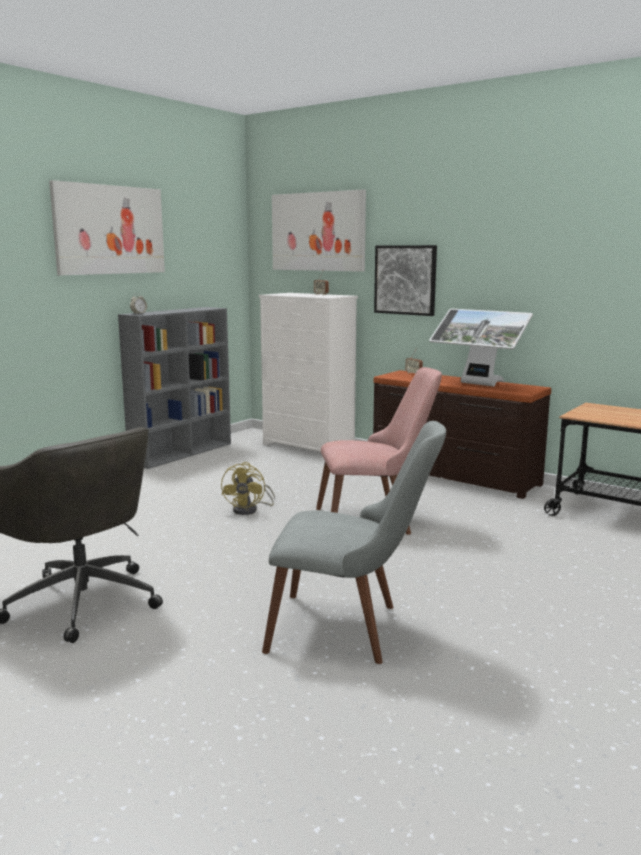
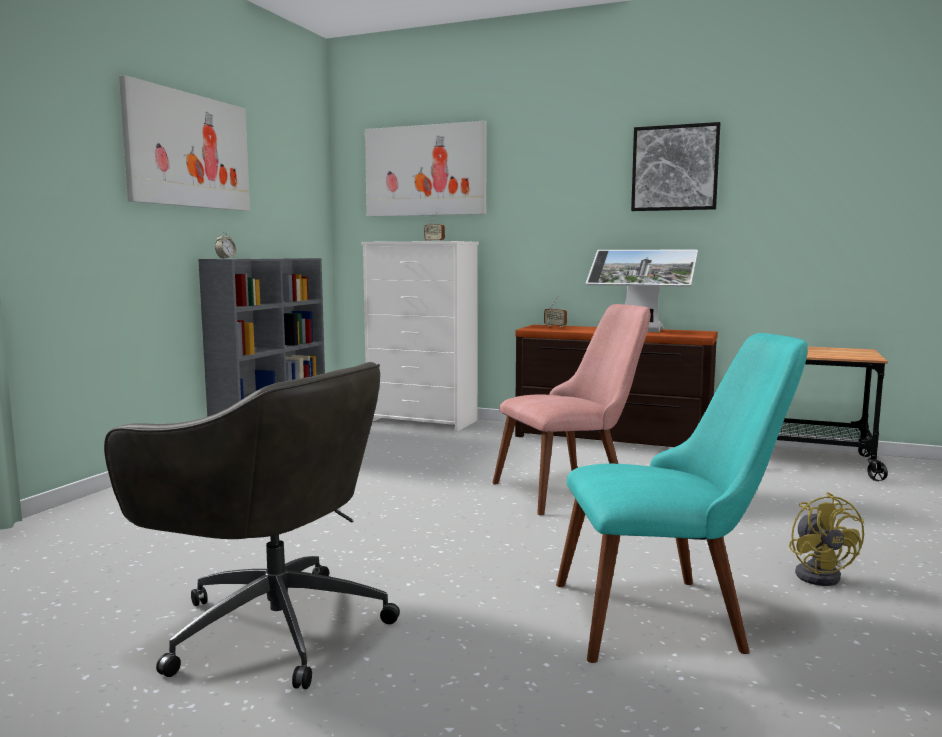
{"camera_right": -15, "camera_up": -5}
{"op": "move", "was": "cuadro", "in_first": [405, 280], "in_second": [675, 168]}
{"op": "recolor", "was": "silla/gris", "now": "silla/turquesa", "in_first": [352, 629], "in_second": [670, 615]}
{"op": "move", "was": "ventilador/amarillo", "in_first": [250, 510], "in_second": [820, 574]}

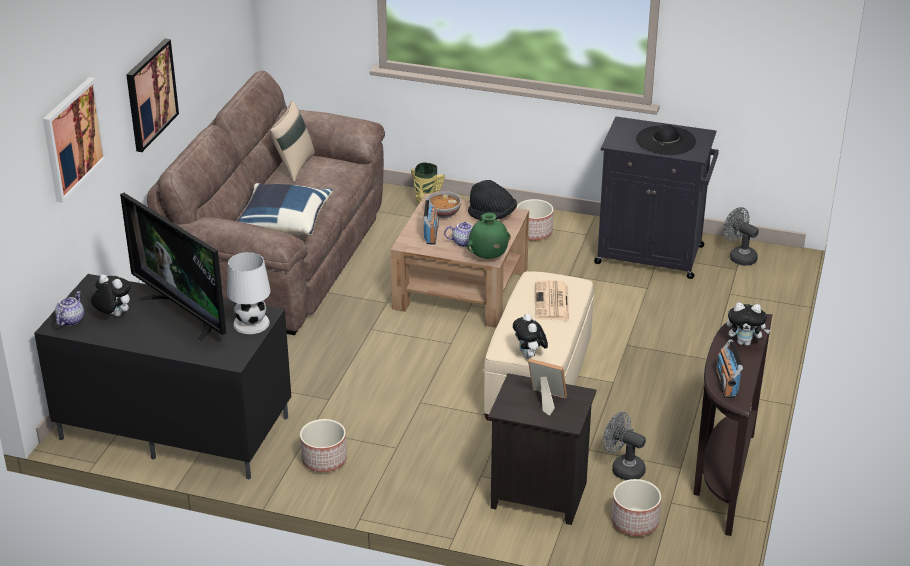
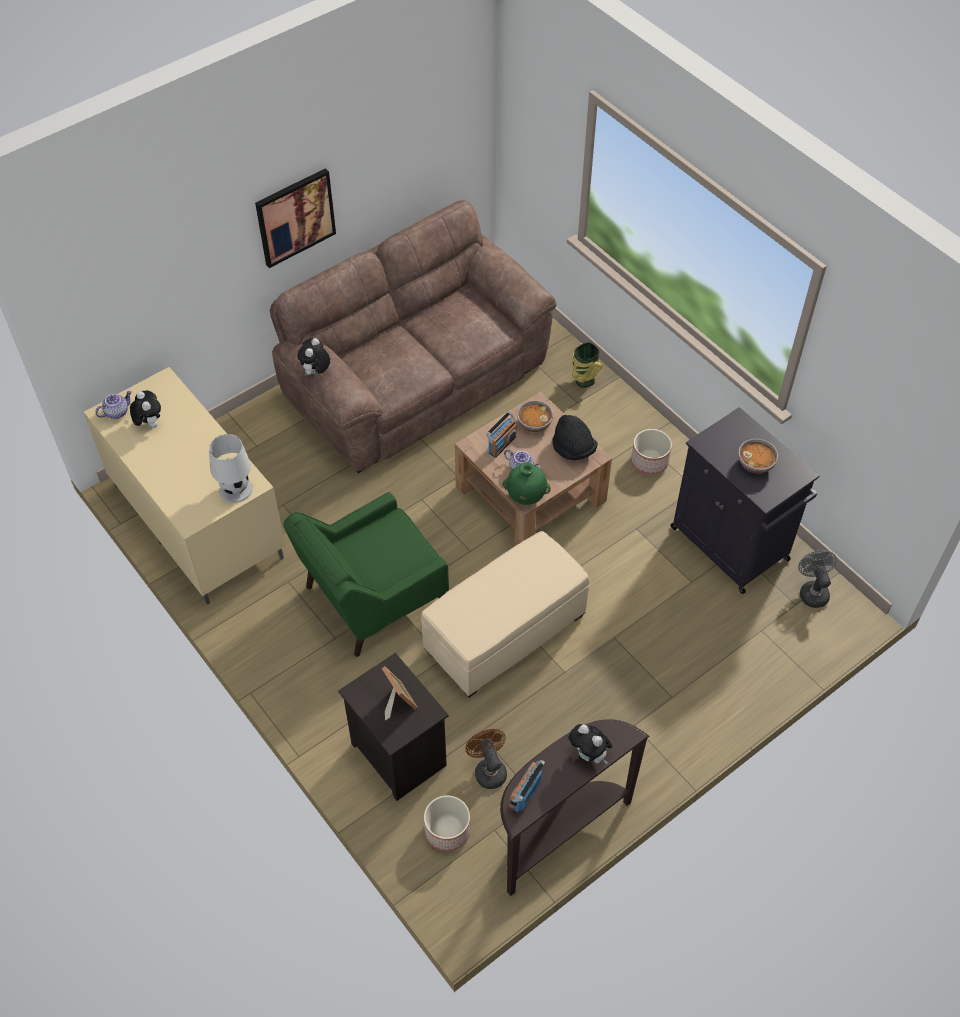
{"camera_right": 35, "camera_up": 20}
{"op": "delete", "was": "cuadro", "in_first": [72, 139]}
{"op": "delete", "was": "cojín/beis", "in_first": [294, 166]}
{"op": "replace", "was": "sombrero/negro", "now": "cuenco", "in_first": [665, 140], "in_second": [755, 464]}
{"op": "delete", "was": "cojín/azul", "in_first": [284, 223]}
{"op": "delete", "was": "televisor", "in_first": [184, 312]}
{"op": "recolor", "was": "mueble de televisión/negro", "now": "mueble de televisión/beis", "in_first": [172, 429], "in_second": [195, 521]}
{"op": "delete", "was": "periódico", "in_first": [552, 302]}
{"op": "move", "was": "peluche", "in_first": [529, 356], "in_second": [316, 372]}
{"op": "recolor", "was": "ventilador/gris", "now": "ventilador/marrón", "in_first": [623, 468], "in_second": [488, 769]}
{"op": "delete", "was": "maceta", "in_first": [324, 460]}
{"op": "insert", "now": "sillón/verde", "in_second": [372, 598]}

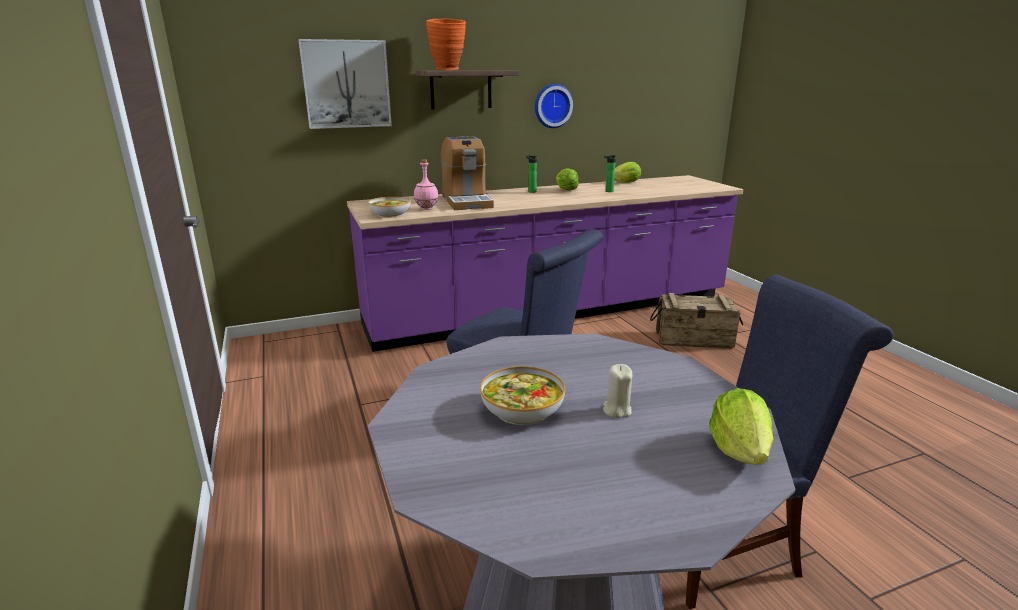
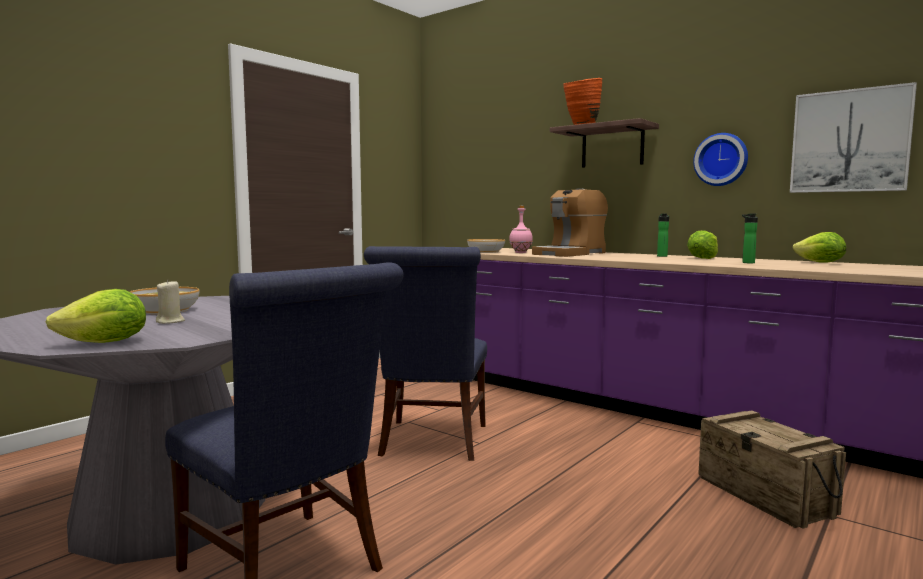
{"camera_right": 60, "camera_up": -15}
{"op": "move", "was": "cuadro", "in_first": [346, 84], "in_second": [850, 141]}

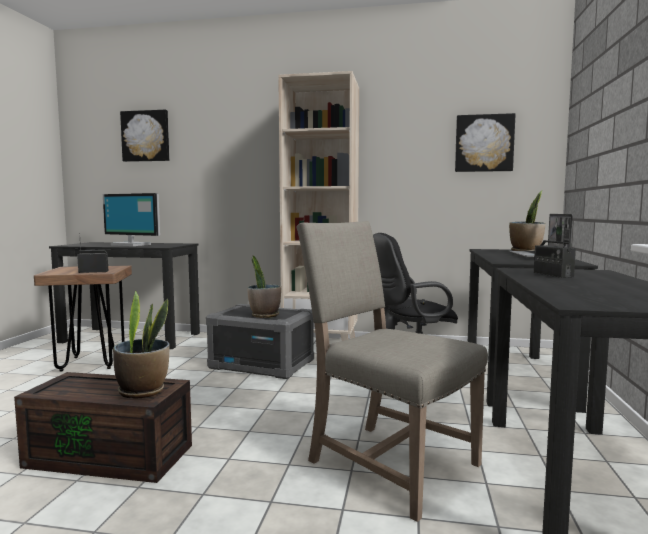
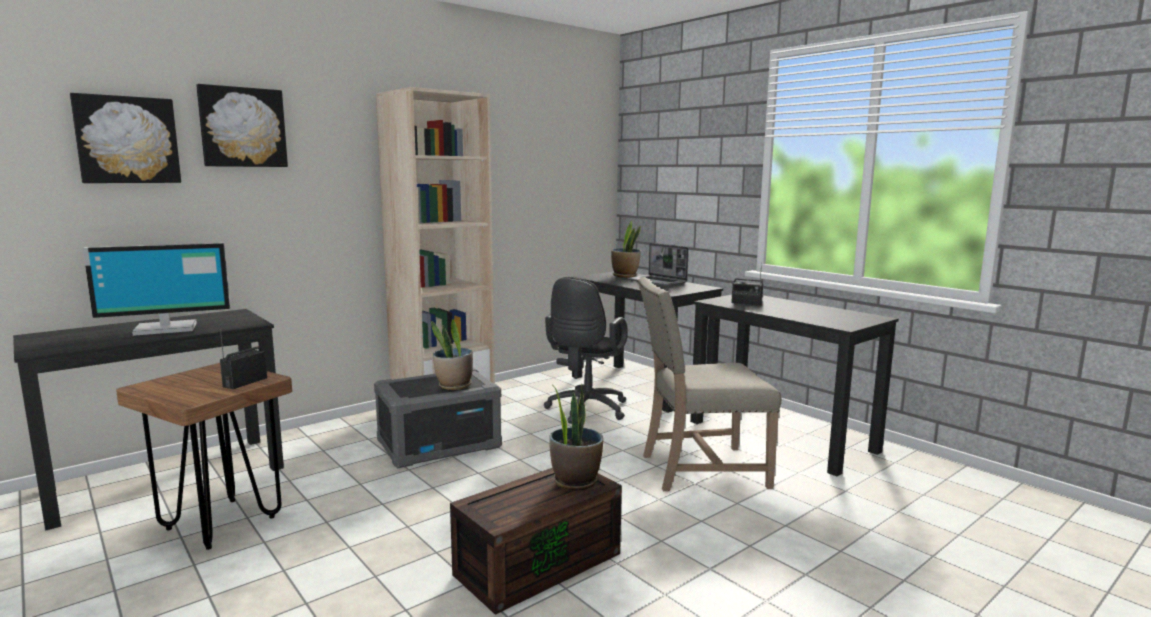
{"camera_right": -50, "camera_up": 5}
{"op": "move", "was": "cuadro", "in_first": [484, 143], "in_second": [242, 127]}

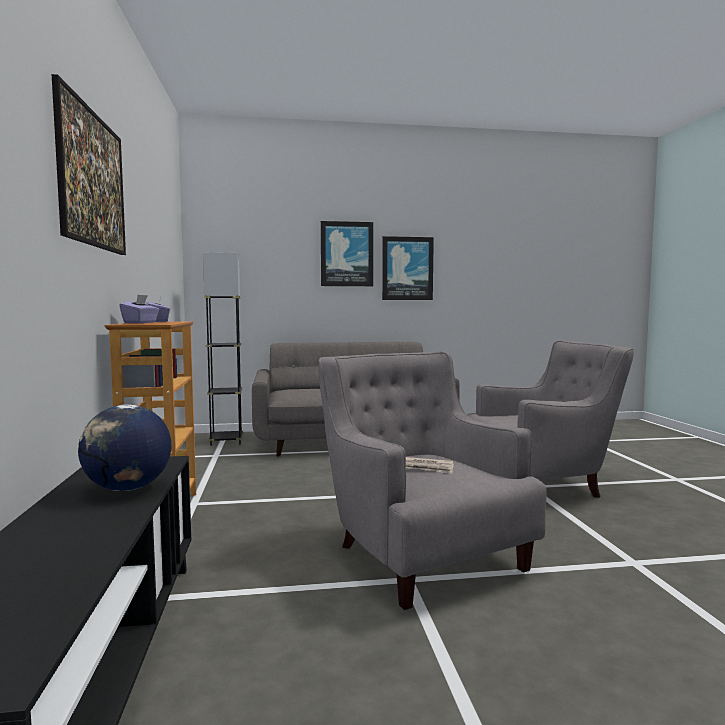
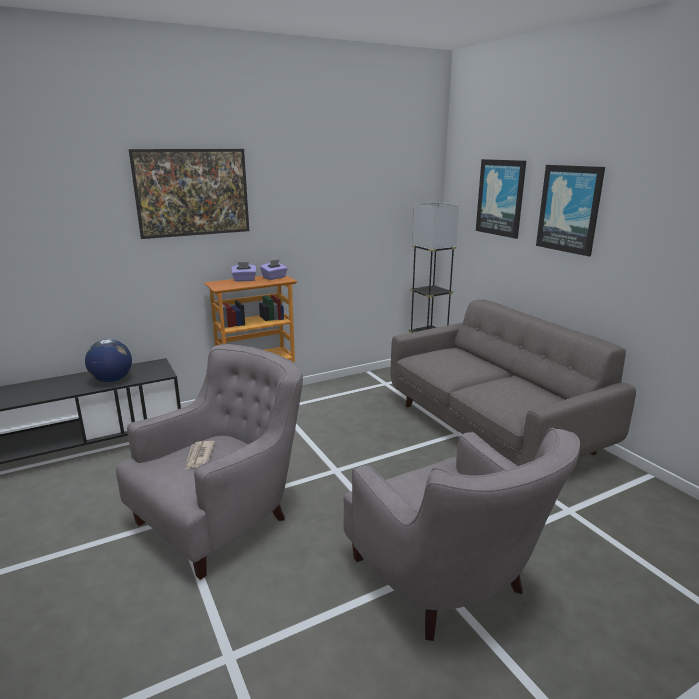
{"camera_right": 70, "camera_up": 15}
{"op": "move", "was": "cuadro", "in_first": [407, 268], "in_second": [500, 198]}

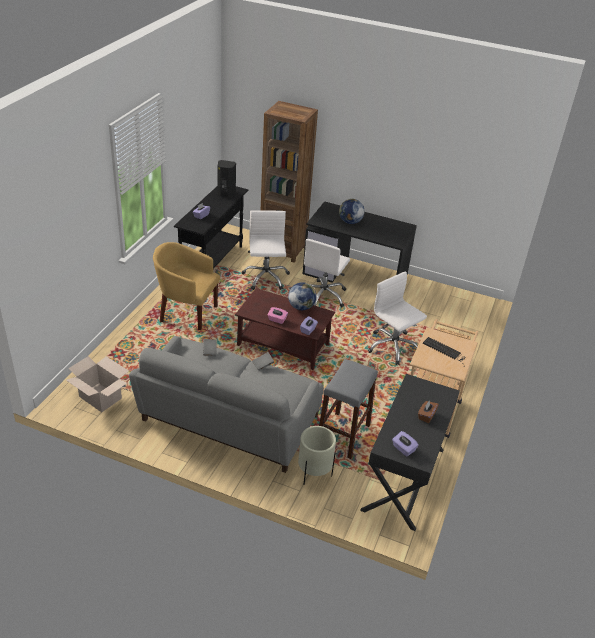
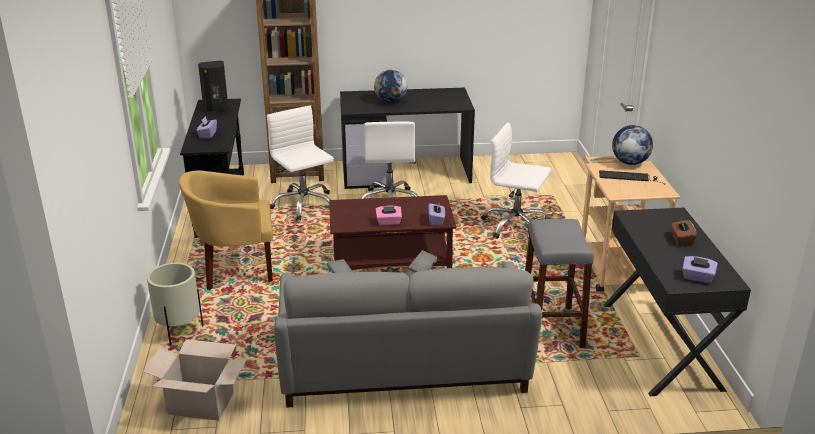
{"camera_right": -25, "camera_up": -10}
{"op": "move", "was": "globo terráqueo", "in_first": [301, 307], "in_second": [629, 162]}
{"op": "move", "was": "maceta/beis", "in_first": [314, 474], "in_second": [179, 332]}

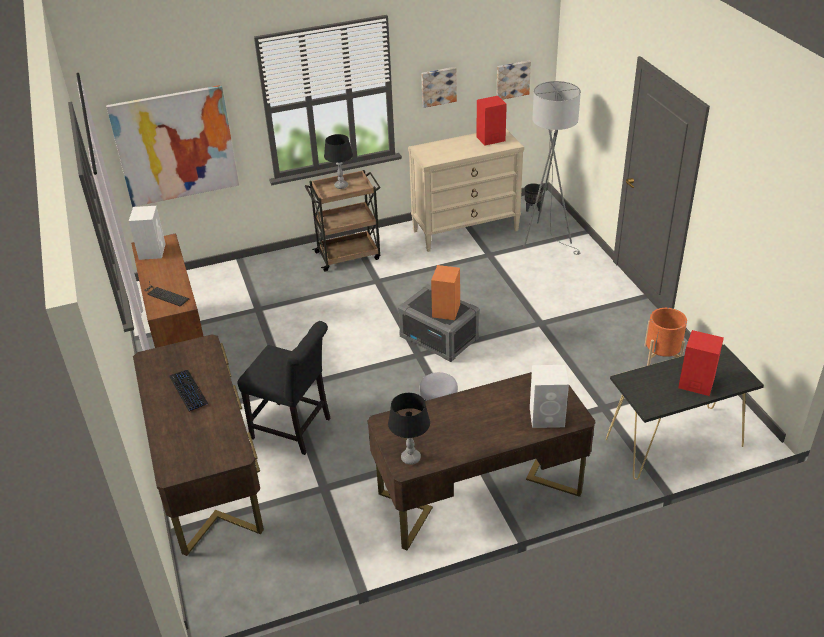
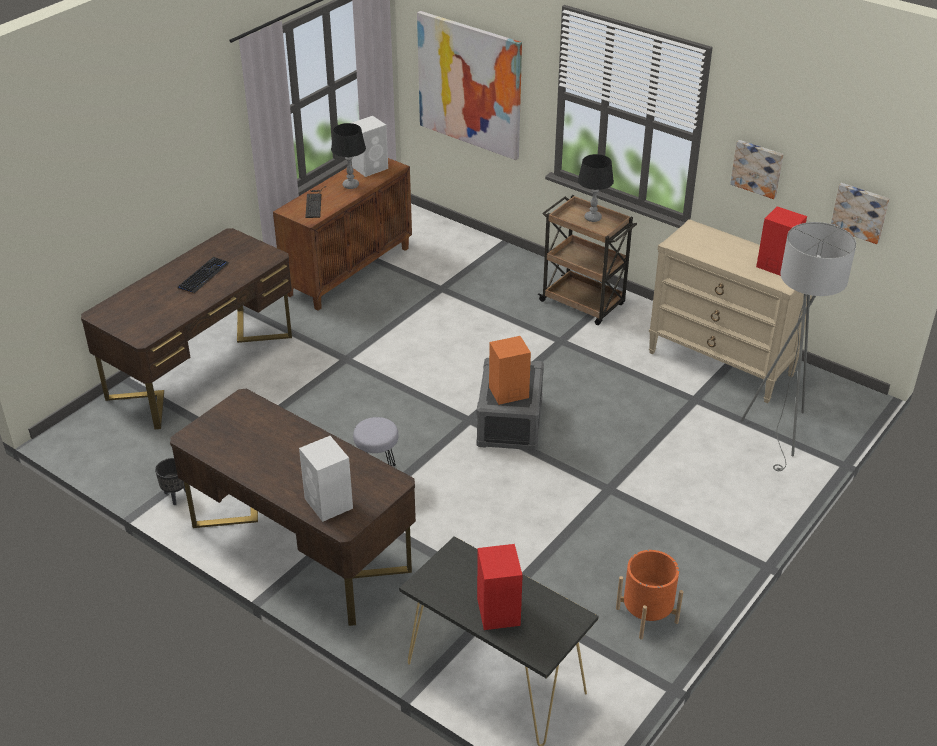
{"camera_right": 55, "camera_up": 0}
{"op": "move", "was": "maceta/negro", "in_first": [532, 209], "in_second": [176, 496]}
{"op": "delete", "was": "silla/negro", "in_first": [294, 430]}
{"op": "move", "was": "lámpara de mesa/negro", "in_first": [411, 458], "in_second": [351, 185]}

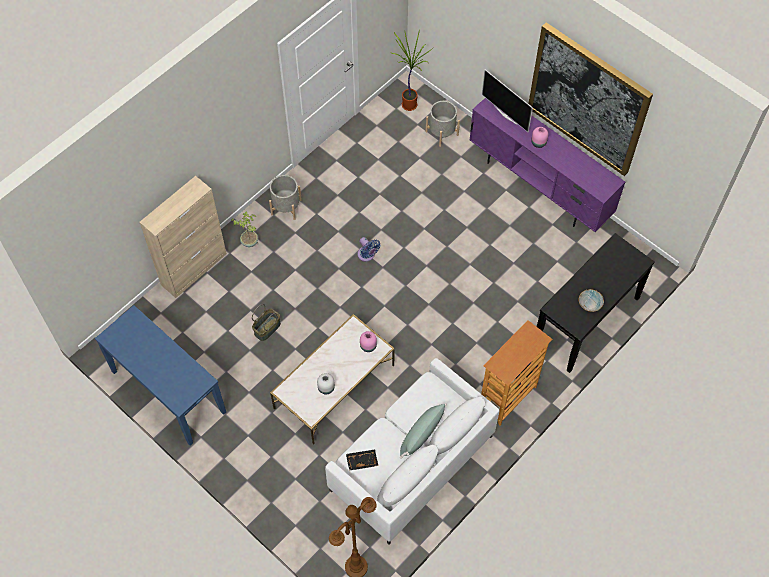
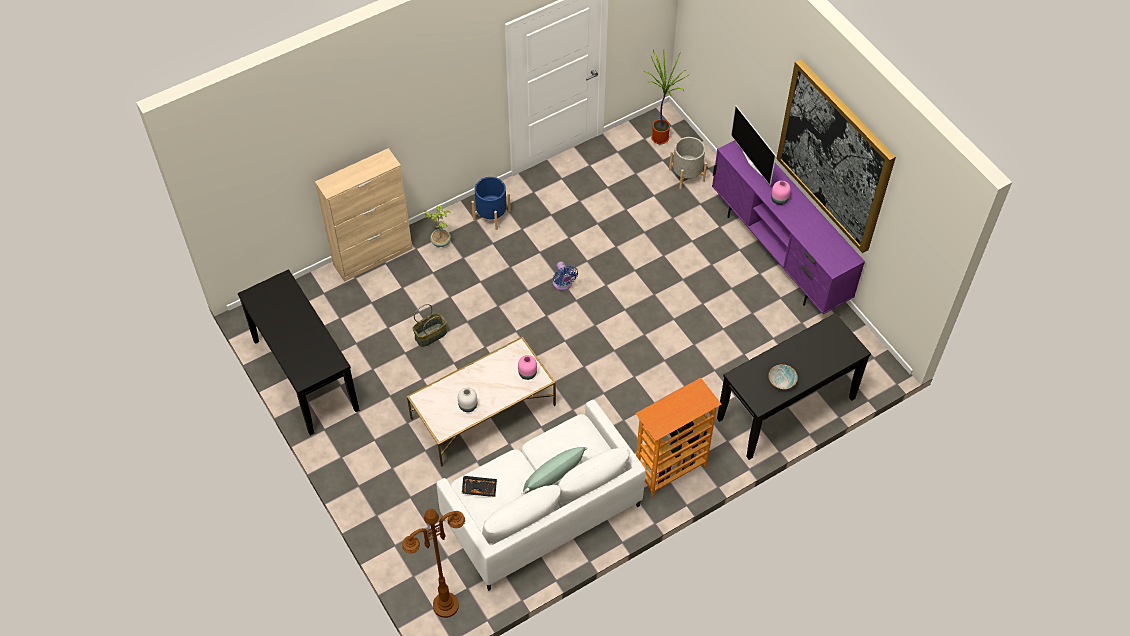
{"camera_right": 15, "camera_up": -5}
{"op": "recolor", "was": "maceta/gris", "now": "maceta/azul", "in_first": [286, 207], "in_second": [491, 215]}
{"op": "recolor", "was": "mesa consola/azul", "now": "mesa consola/negro", "in_first": [168, 392], "in_second": [305, 375]}

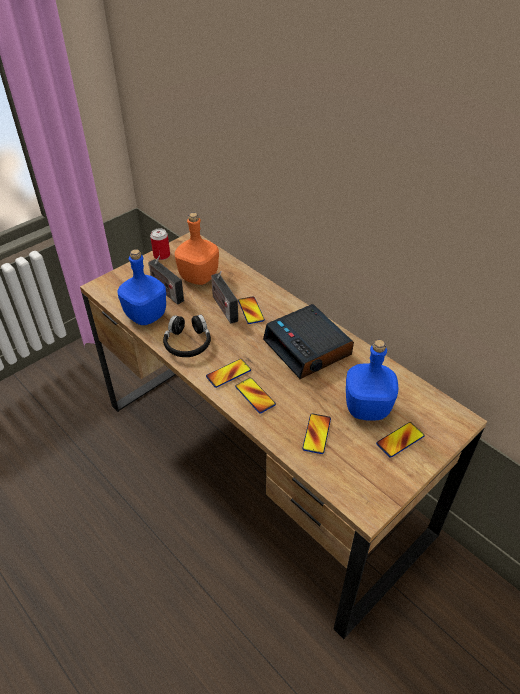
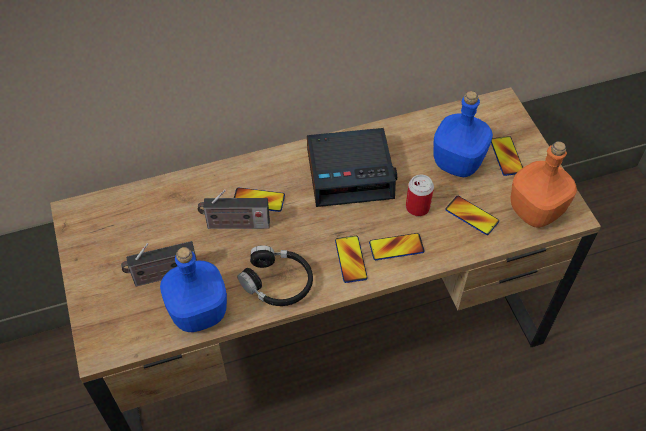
{"camera_right": -65, "camera_up": 10}
{"op": "move", "was": "botella/naranja", "in_first": [198, 277], "in_second": [534, 211]}
{"op": "move", "was": "lata", "in_first": [161, 255], "in_second": [417, 207]}

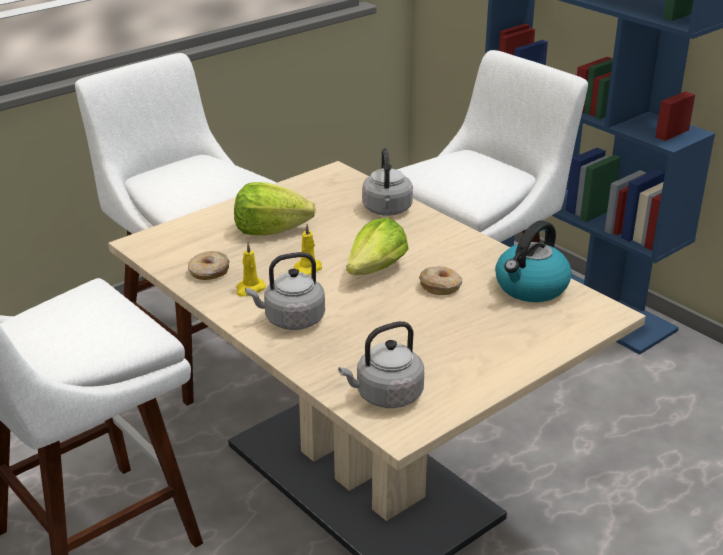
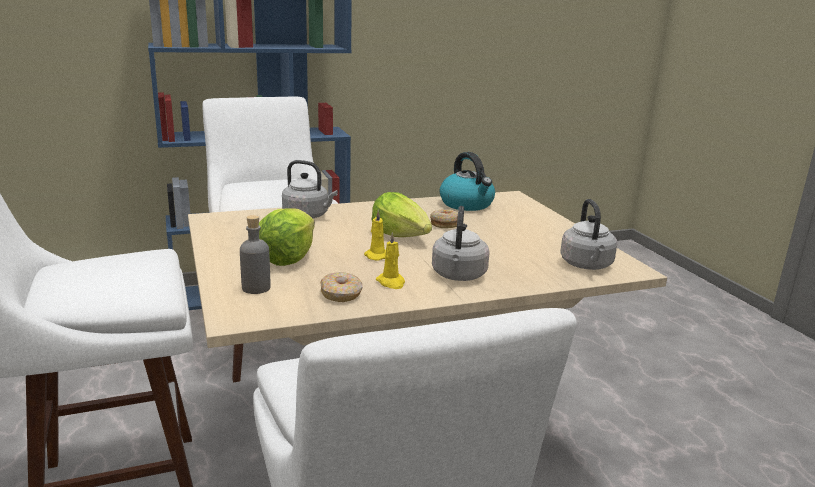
{"camera_right": -70, "camera_up": -10}
{"op": "insert", "now": "botella/gris", "in_second": [256, 288]}

